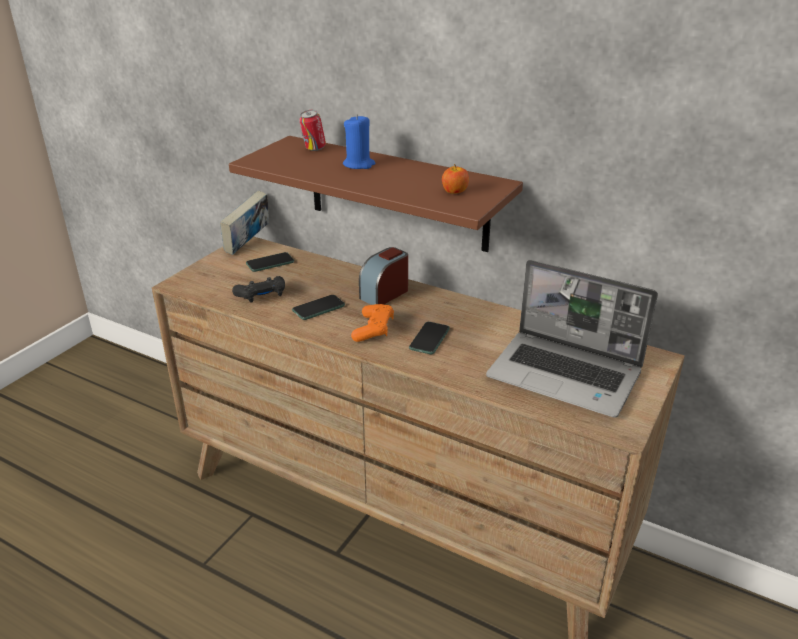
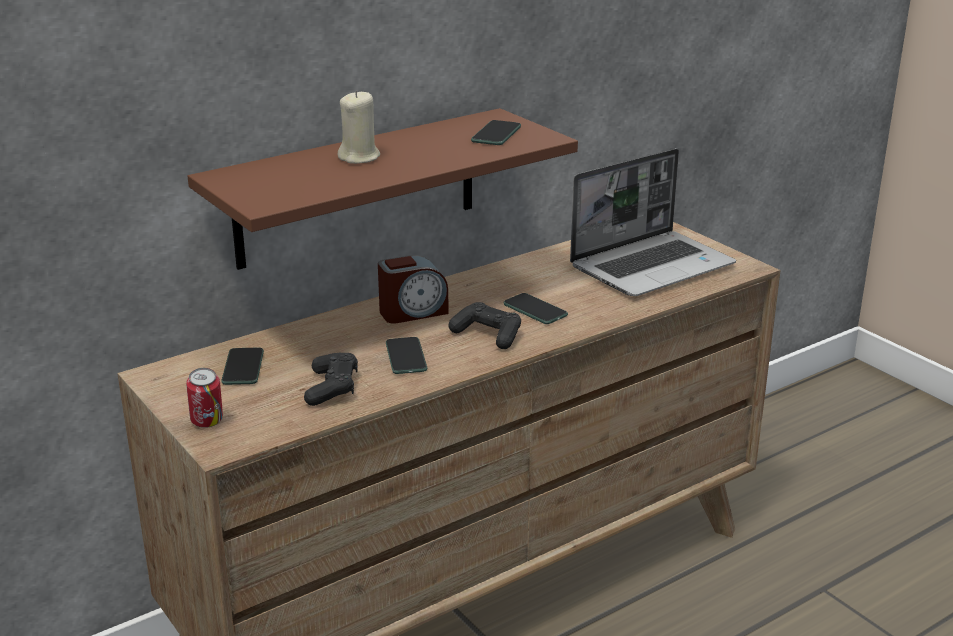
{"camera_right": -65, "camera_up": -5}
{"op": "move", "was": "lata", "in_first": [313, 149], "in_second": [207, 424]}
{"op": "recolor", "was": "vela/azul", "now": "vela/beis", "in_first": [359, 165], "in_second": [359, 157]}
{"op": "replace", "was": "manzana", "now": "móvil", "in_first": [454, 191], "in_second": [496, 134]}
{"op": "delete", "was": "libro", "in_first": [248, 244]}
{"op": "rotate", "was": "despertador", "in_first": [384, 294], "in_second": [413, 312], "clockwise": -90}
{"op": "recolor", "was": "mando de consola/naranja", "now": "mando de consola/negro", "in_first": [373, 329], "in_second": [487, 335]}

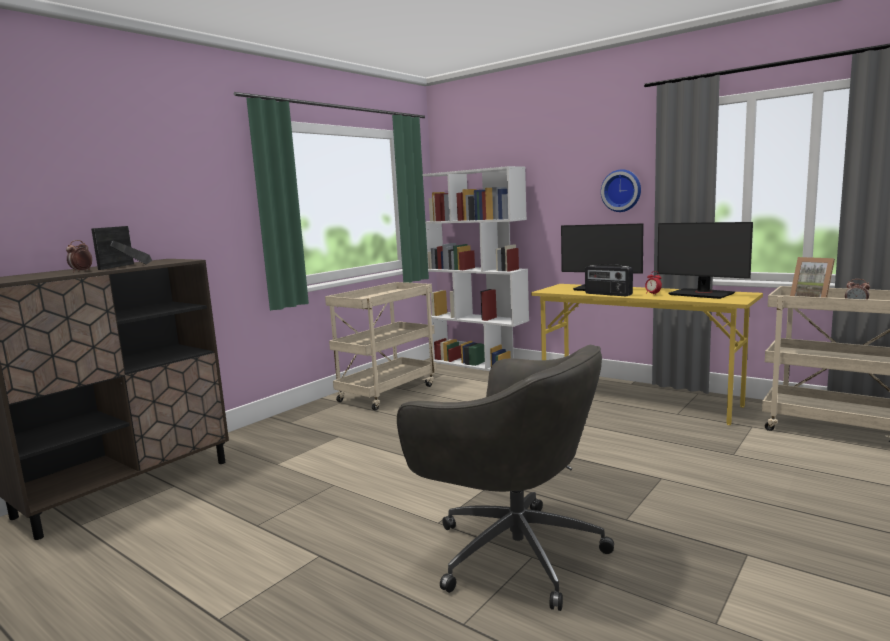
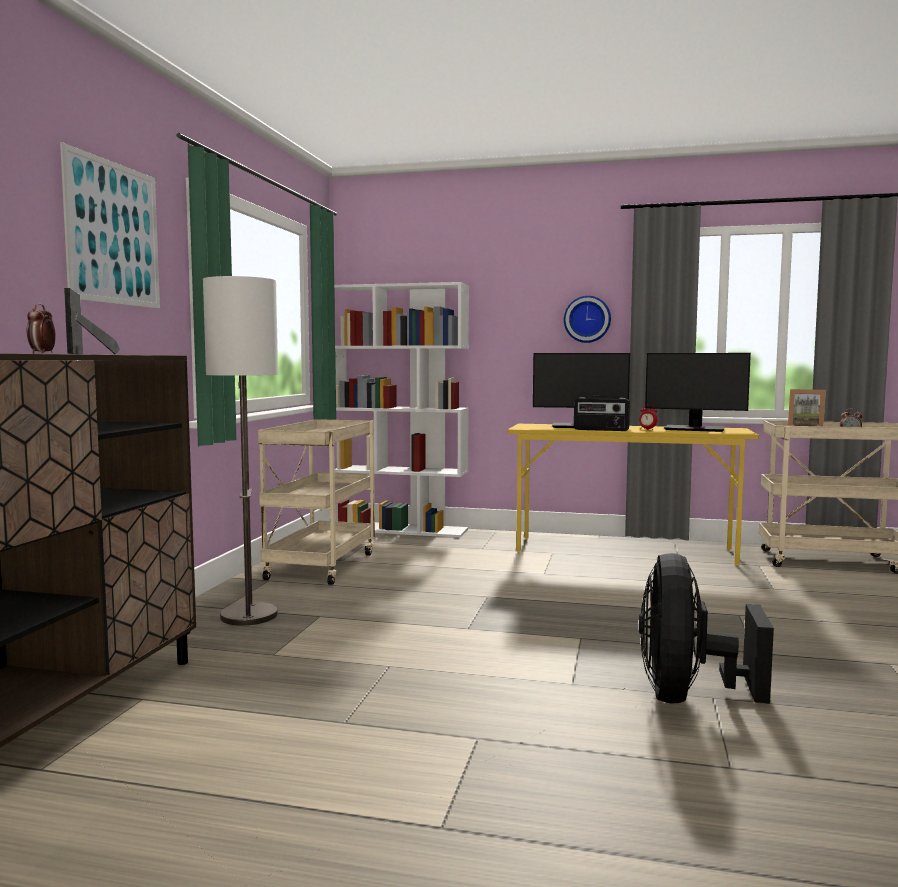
{"camera_right": -25, "camera_up": -5}
{"op": "replace", "was": "silla de oficina/gris", "now": "ventilador/negro", "in_first": [512, 551], "in_second": [687, 696]}
{"op": "insert", "now": "cuadro", "in_second": [114, 233]}
{"op": "insert", "now": "lámpara de pie", "in_second": [249, 616]}

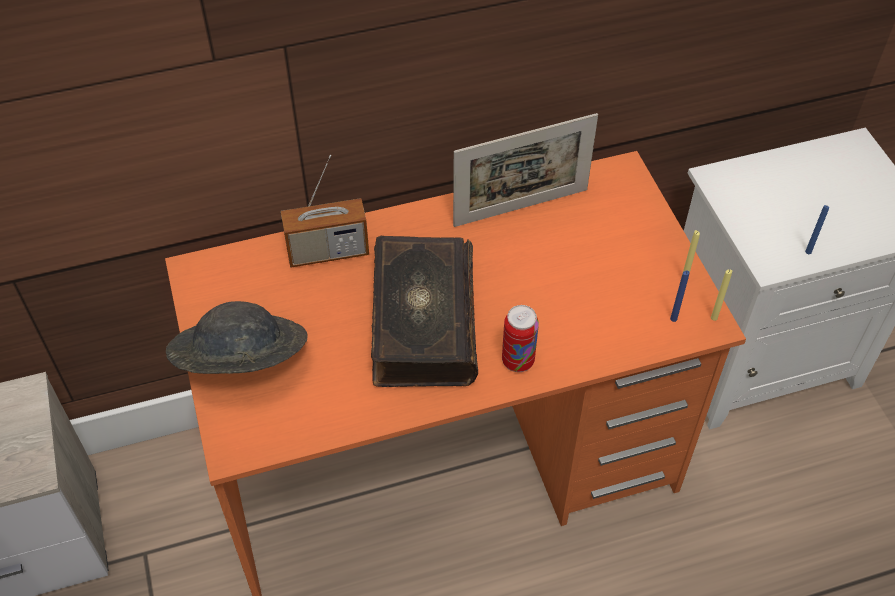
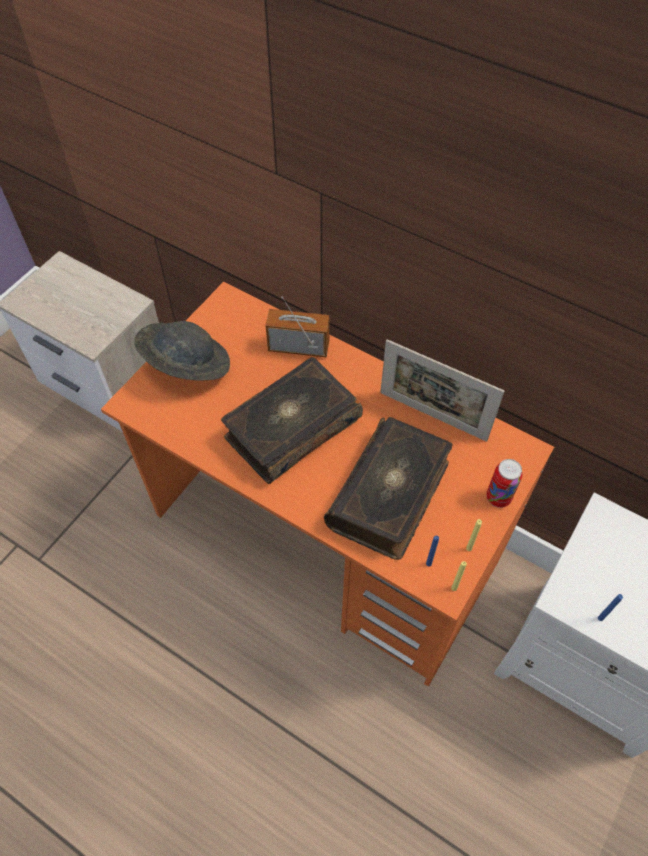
{"camera_right": 50, "camera_up": 5}
{"op": "rotate", "was": "radio", "in_first": [328, 252], "in_second": [298, 347], "clockwise": 150}
{"op": "move", "was": "lata", "in_first": [518, 361], "in_second": [498, 497]}
{"op": "insert", "now": "libro", "in_second": [390, 495]}

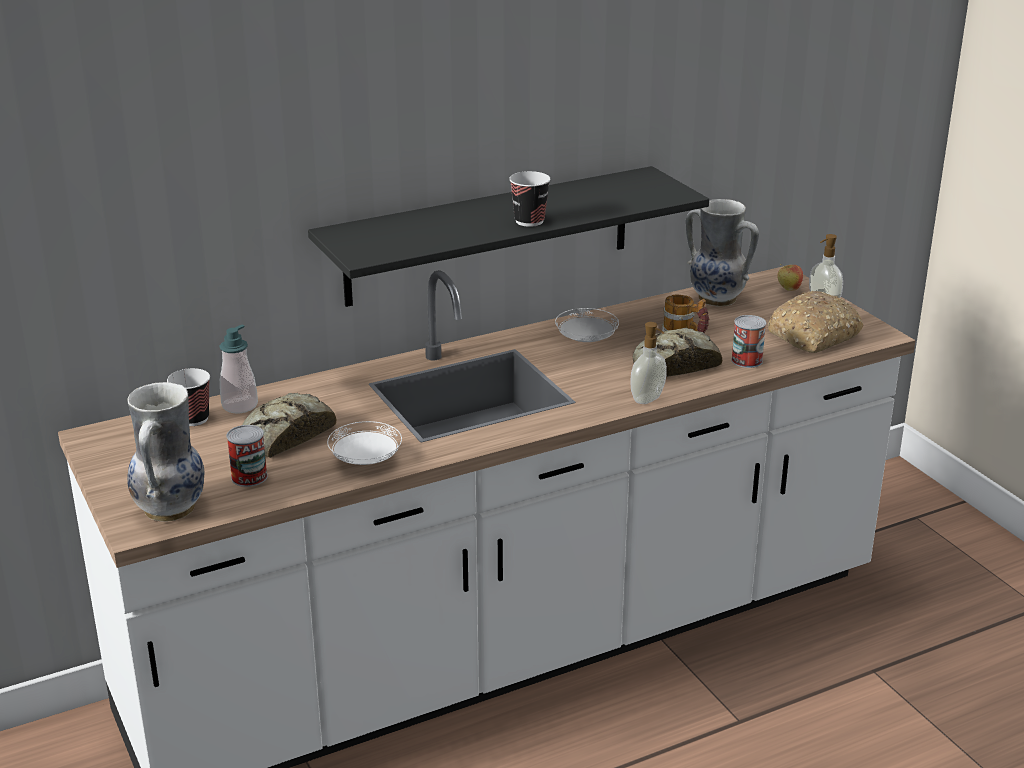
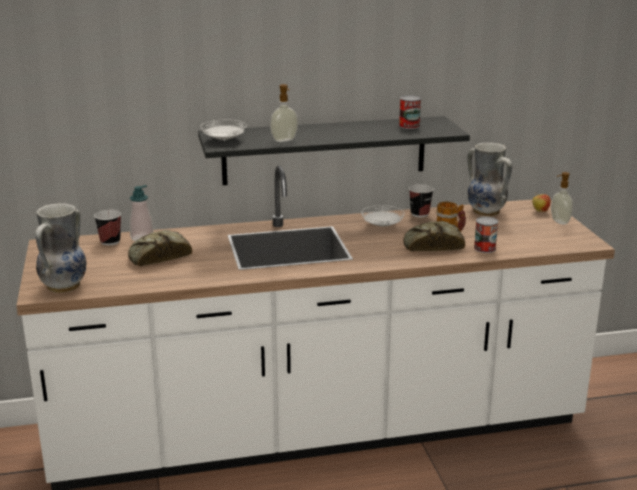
{"camera_right": 15, "camera_up": -5}
{"op": "move", "was": "taza", "in_first": [529, 221], "in_second": [420, 214]}
{"op": "delete", "was": "pan", "in_first": [813, 336]}
{"op": "move", "was": "dispensador de jabón", "in_first": [648, 399], "in_second": [284, 140]}
{"op": "move", "was": "plato/blanco", "in_first": [365, 461], "in_second": [224, 140]}
{"op": "move", "was": "lata", "in_first": [249, 477], "in_second": [409, 126]}

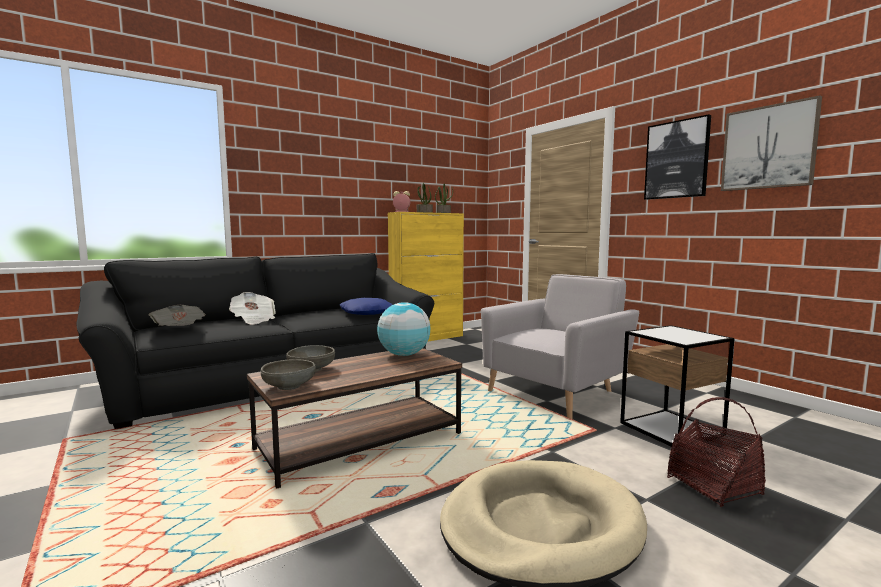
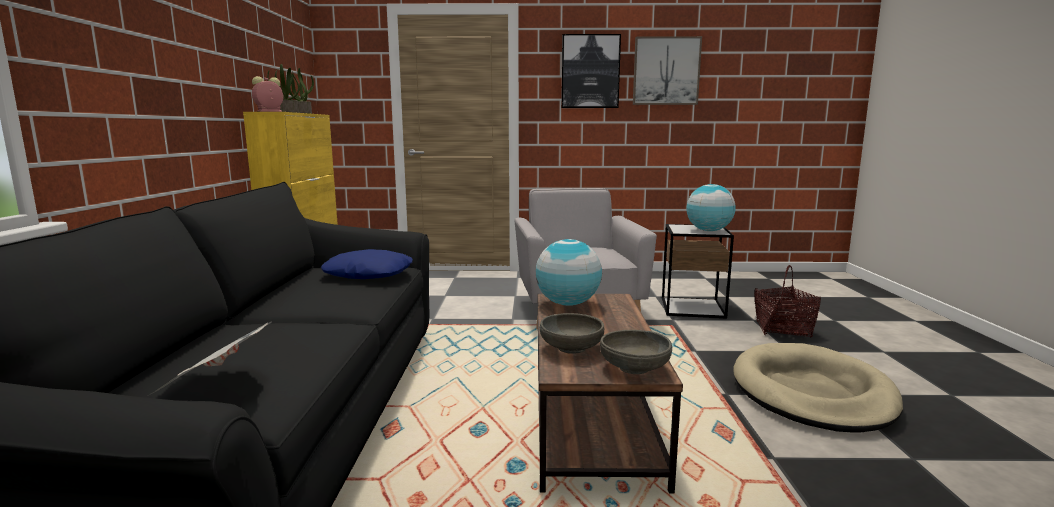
{"camera_right": -55, "camera_up": 5}
{"op": "delete", "was": "periódico", "in_first": [253, 320]}
{"op": "insert", "now": "globo terráqueo", "in_second": [709, 231]}

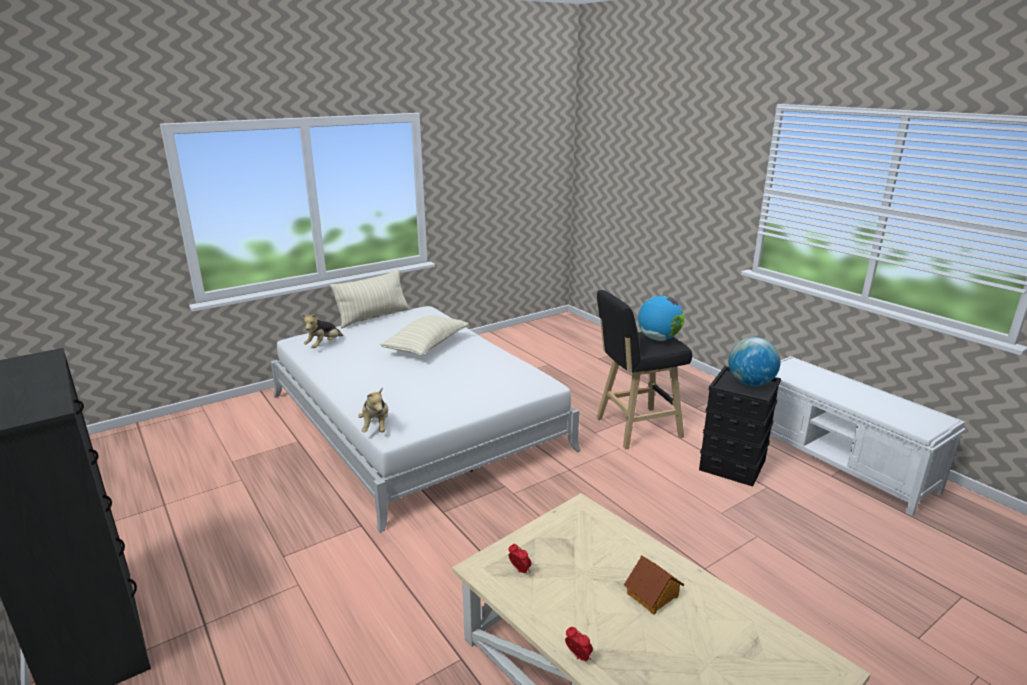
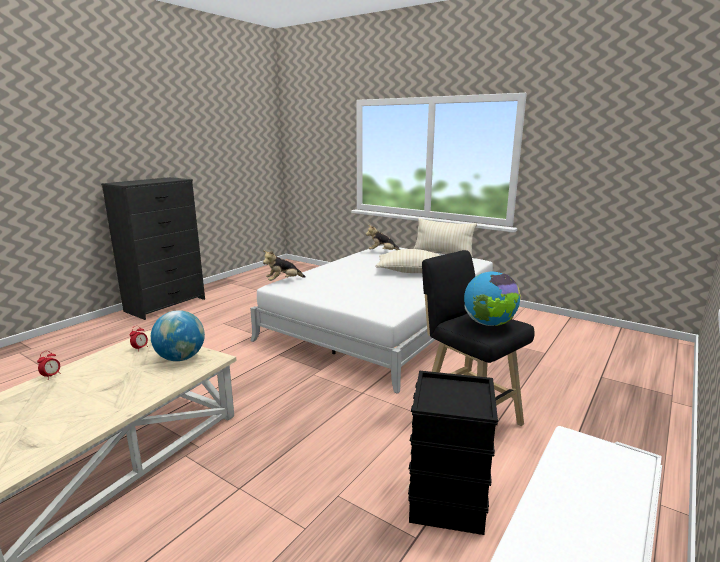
{"camera_right": 70, "camera_up": -5}
{"op": "move", "was": "globo terráqueo", "in_first": [750, 383], "in_second": [181, 358]}
{"op": "delete", "was": "casita", "in_first": [653, 595]}

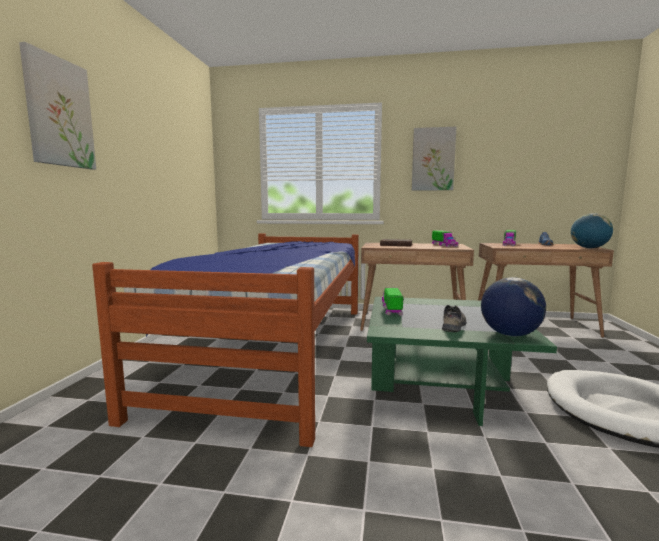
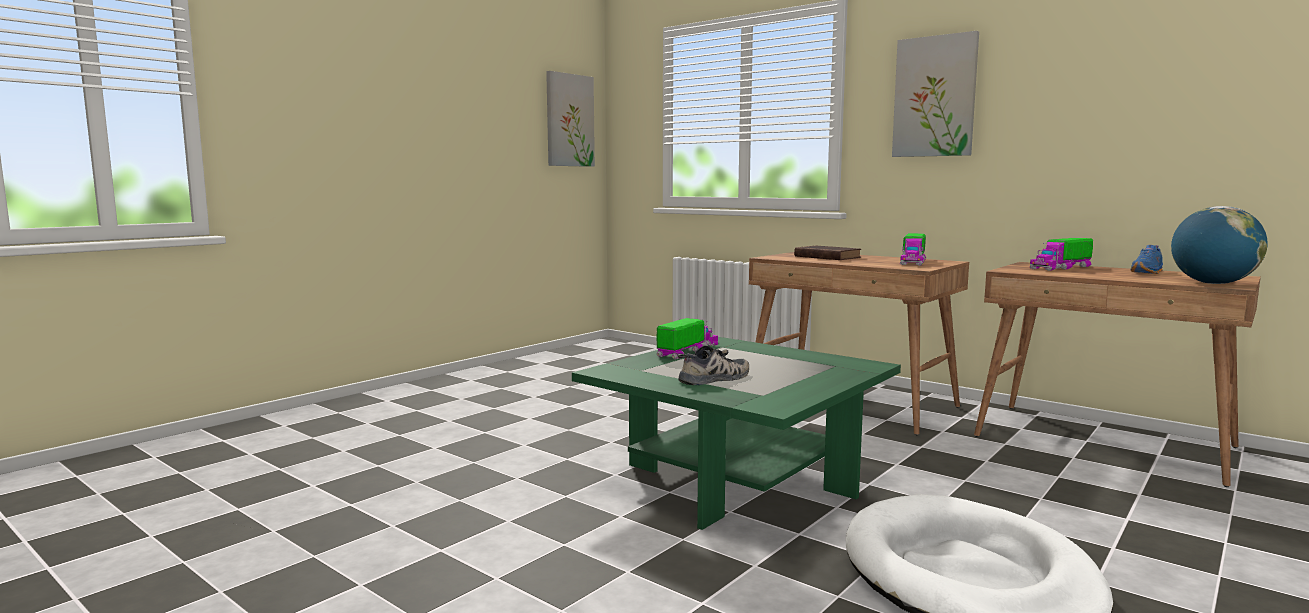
{"camera_right": 30, "camera_up": 0}
{"op": "move", "was": "cuadro", "in_first": [59, 112], "in_second": [569, 120]}
{"op": "delete", "was": "cama", "in_first": [275, 349]}
{"op": "delete", "was": "globo terráqueo", "in_first": [509, 334]}

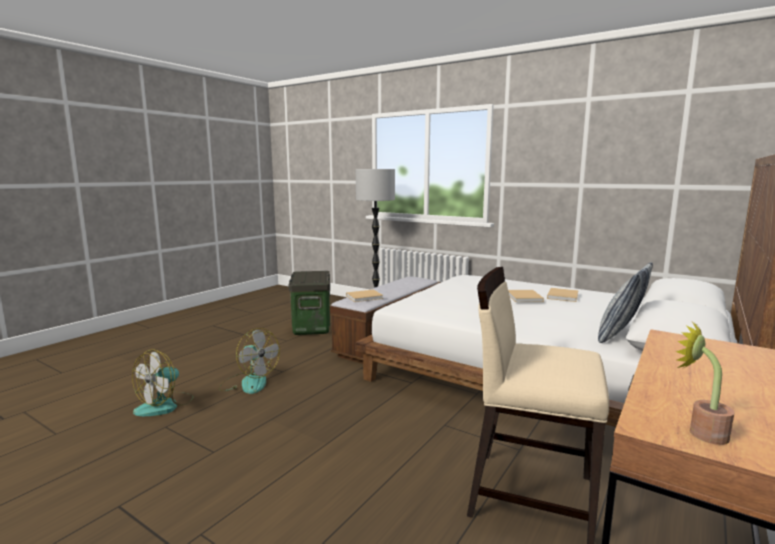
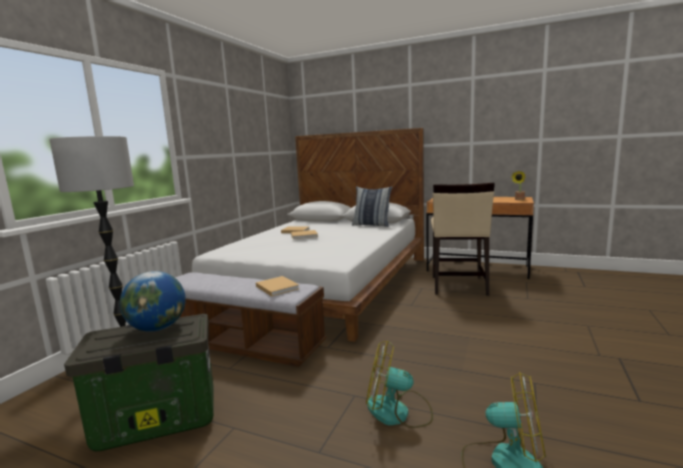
{"camera_right": -100, "camera_up": 0}
{"op": "rotate", "was": "ventilador", "in_first": [249, 382], "in_second": [398, 412], "clockwise": -105}
{"op": "insert", "now": "globo terráqueo", "in_second": [158, 328]}

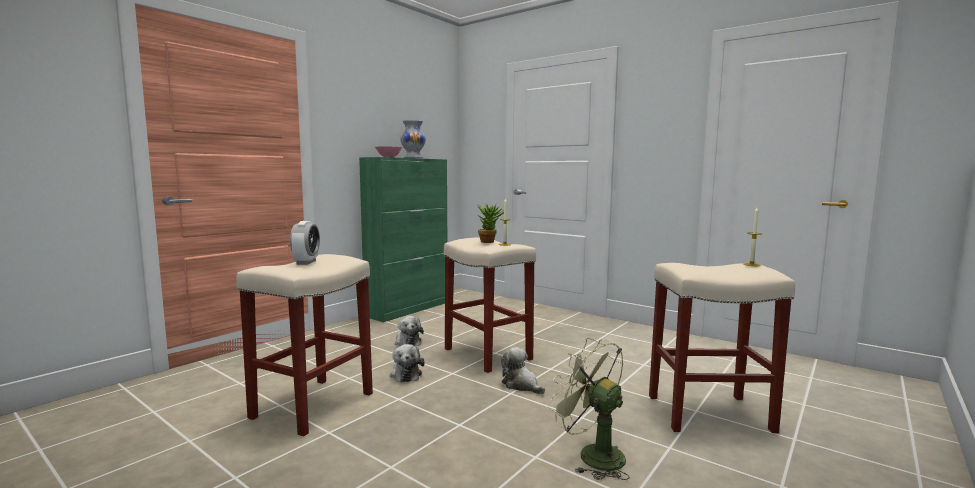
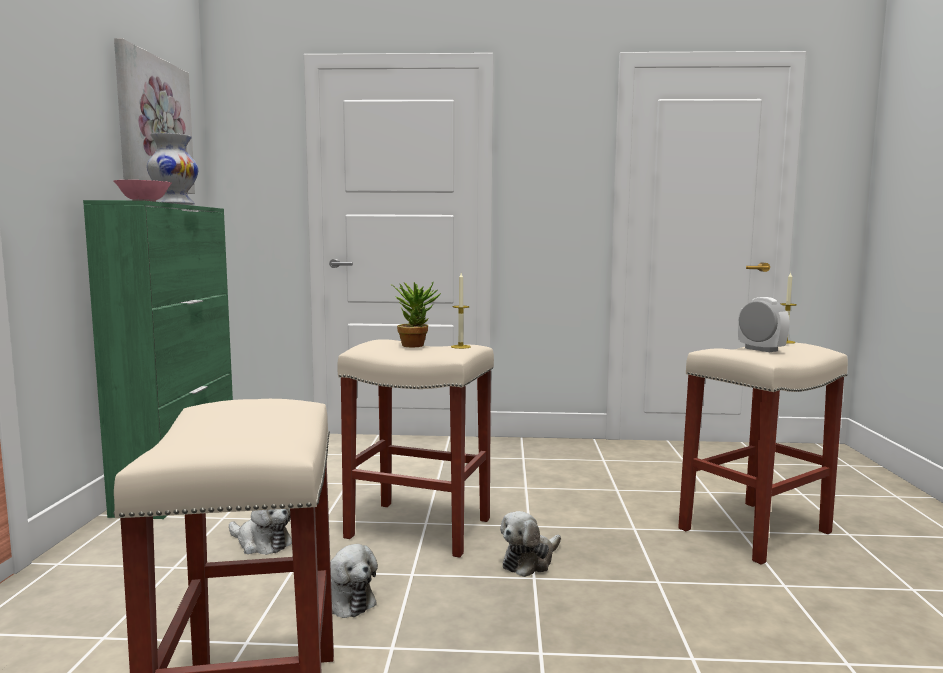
{"camera_right": -35, "camera_up": 0}
{"op": "move", "was": "despertador", "in_first": [306, 262], "in_second": [761, 349]}
{"op": "delete", "was": "ventilador/verde", "in_first": [592, 454]}
{"op": "rotate", "was": "peluche", "in_first": [521, 385], "in_second": [530, 561], "clockwise": -60}
{"op": "insert", "now": "cuadro", "in_second": [153, 124]}

